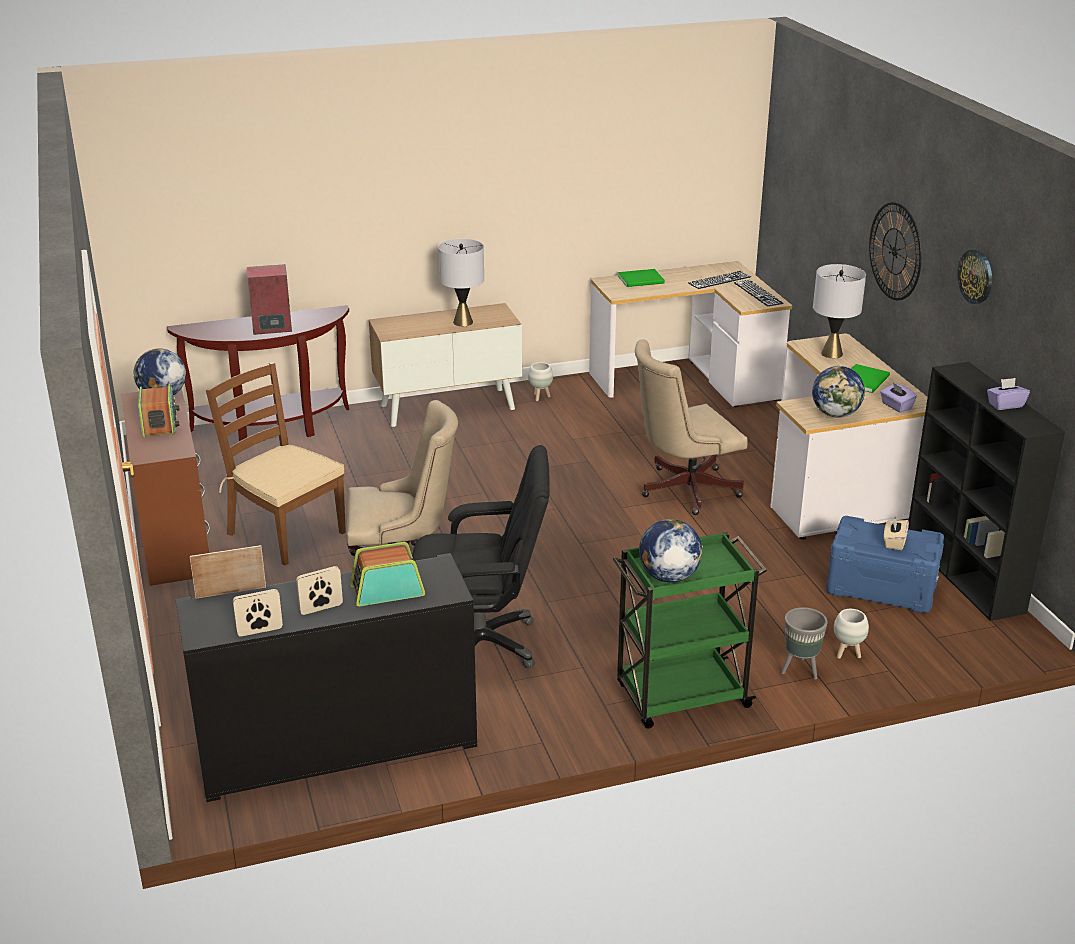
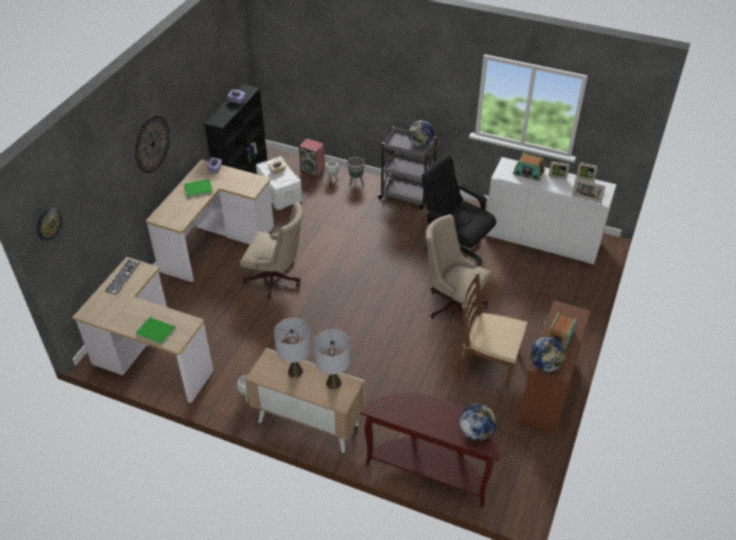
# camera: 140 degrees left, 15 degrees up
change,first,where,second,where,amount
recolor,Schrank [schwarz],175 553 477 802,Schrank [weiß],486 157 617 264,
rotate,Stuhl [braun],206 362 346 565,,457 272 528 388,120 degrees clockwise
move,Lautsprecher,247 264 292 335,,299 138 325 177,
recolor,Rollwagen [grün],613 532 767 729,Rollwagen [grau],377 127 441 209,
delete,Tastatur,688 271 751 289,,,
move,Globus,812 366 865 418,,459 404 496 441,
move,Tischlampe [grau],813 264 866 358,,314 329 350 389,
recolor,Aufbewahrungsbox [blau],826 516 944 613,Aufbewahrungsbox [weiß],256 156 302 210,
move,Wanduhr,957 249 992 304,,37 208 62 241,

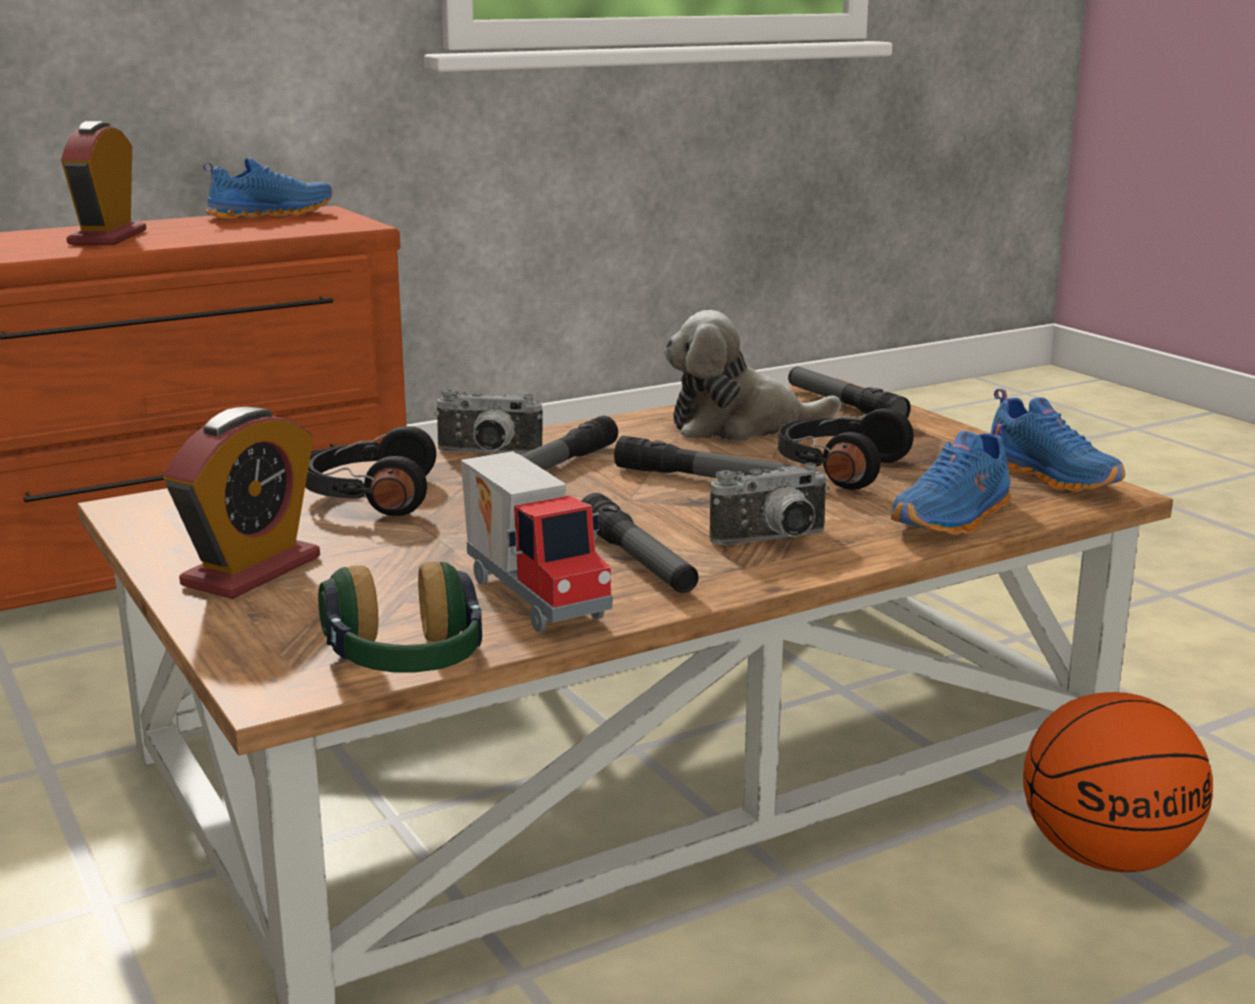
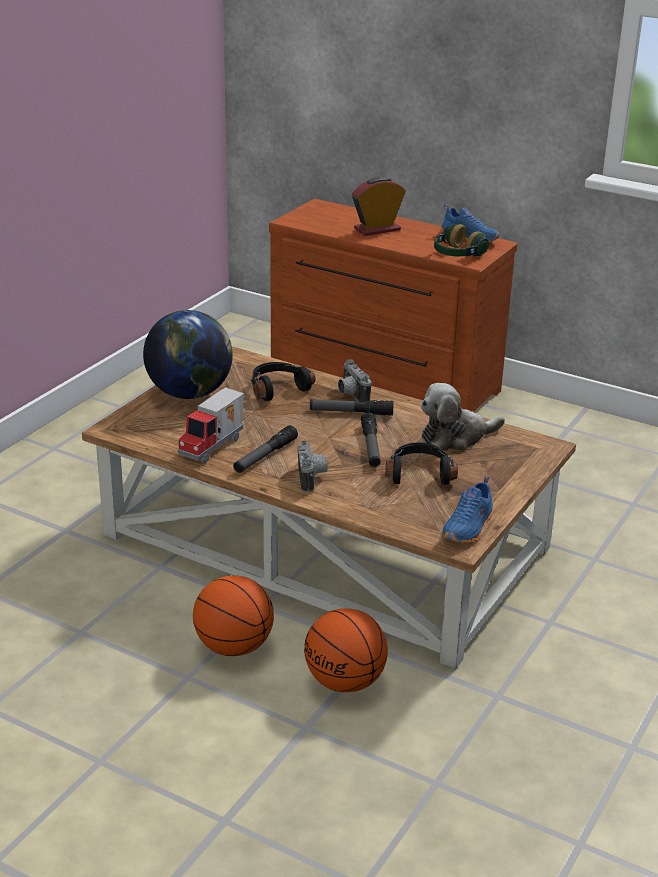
# camera: 60 degrees right, 10 degrees up
change,first,where,second,where,amount
replace,Wecker,163 407 320 599,Globus,143 310 233 399,
move,Kopfhörer,318 562 483 672,,434 224 489 257,
rotate,Plüschtier,664 310 841 441,,420 383 505 451,75 degrees counterclockwise
rotate,Kamera,710 463 830 545,,298 441 328 493,135 degrees counterclockwise
delete,Taschenlampe,788 367 911 418,,,
delete,Schuh [blau],891 423 1011 535,,,
insert,,,Basketball,193 576 274 656,

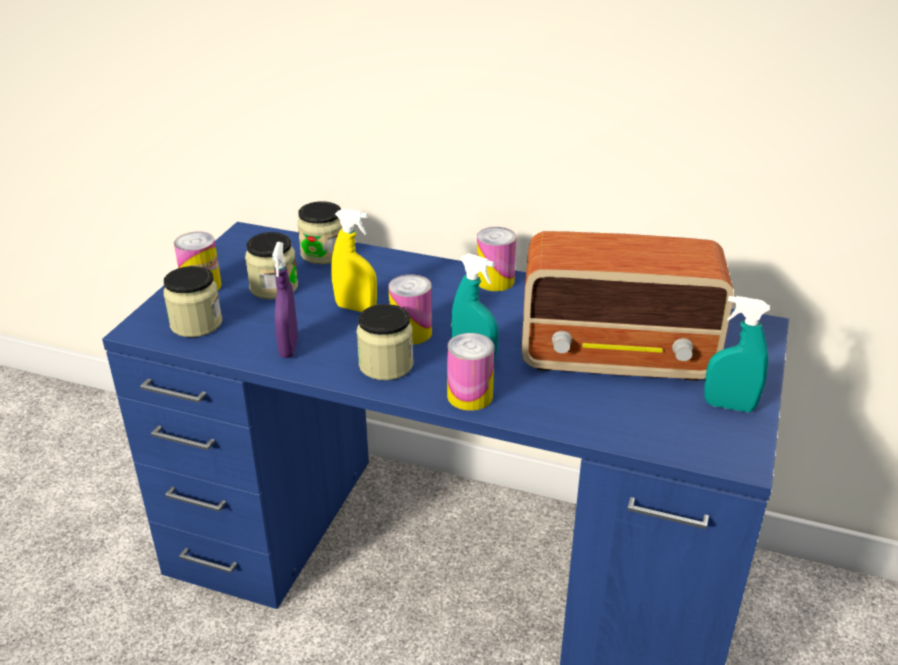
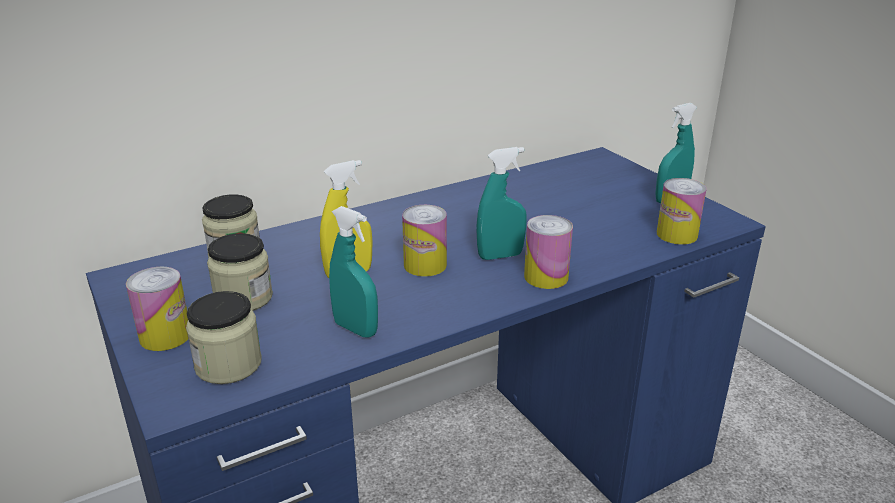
# camera: 50 degrees left, 5 degrees down
change,first,where,second,where,amount
recolor,Sprühflasche [lila],272 242 298 358,Sprühflasche [türkis],329 206 378 338,
delete,Vorratsglas,357 304 413 380,,,
move,Dose,477 227 516 291,,657 178 706 245,
delete,Radio,522 231 733 381,,,

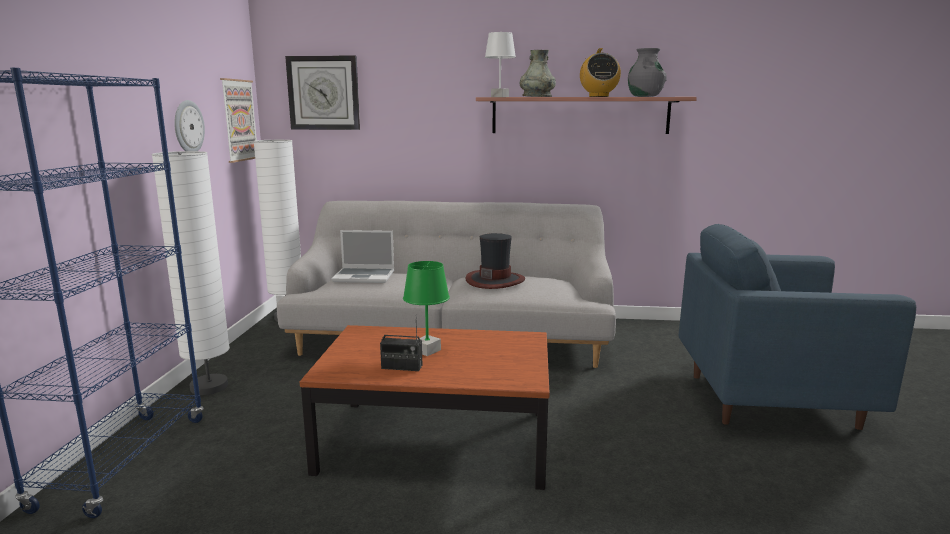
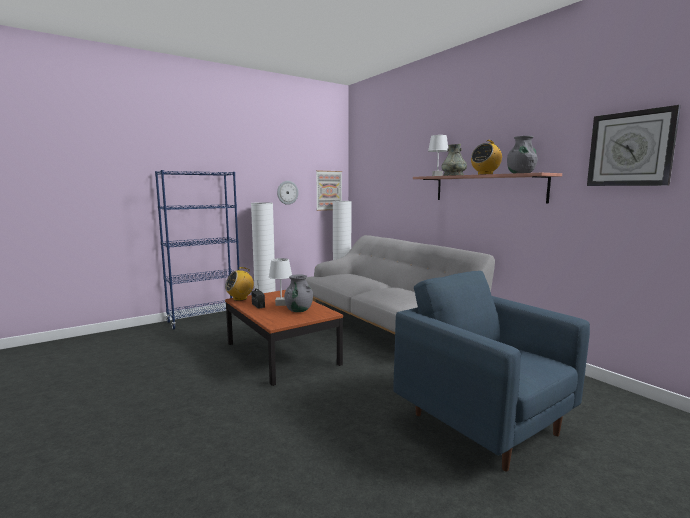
# camera: 50 degrees right, 5 degrees down
change,first,where,second,where,amount
move,Wanduhr,285 55 360 130,,587 105 681 186,
delete,Laptop,331 230 394 283,,,
recolor,Tischlampe [grün],403 261 450 356,Tischlampe [weiß],269 258 292 306,
delete,Hut,465 233 525 289,,,
insert,,,Radio,225 267 254 301,
insert,,,Vase [grau],284 274 313 312,

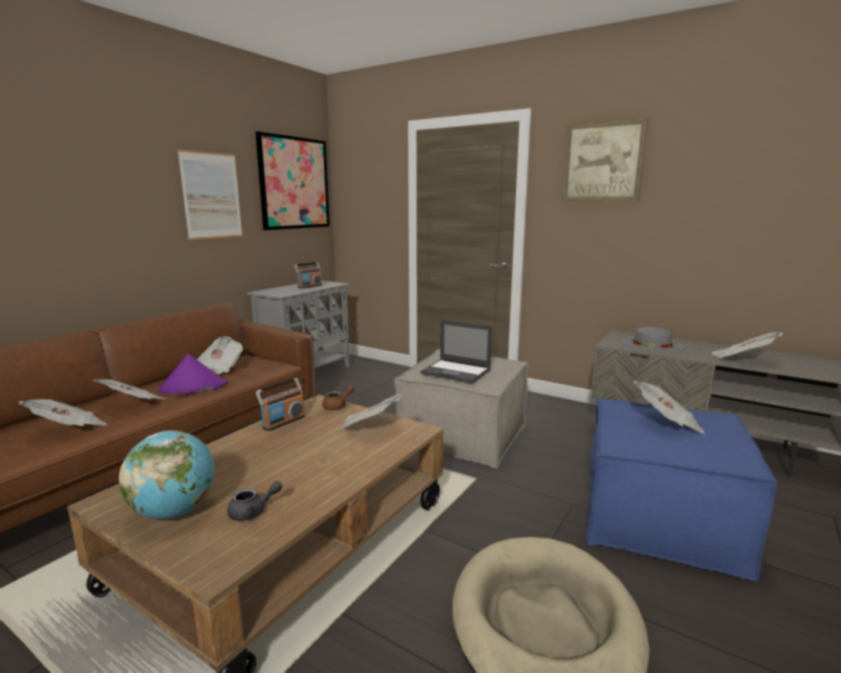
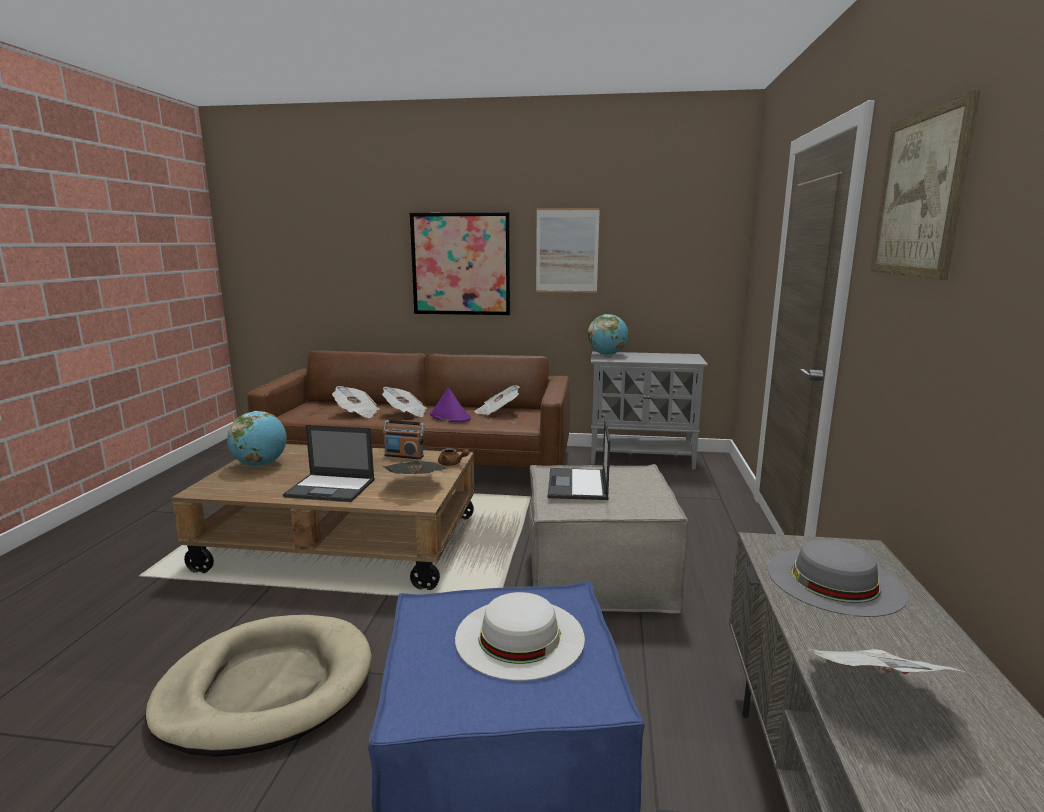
# camera: 65 degrees right, 0 degrees up
change,first,where,second,where,amount
delete,Teekanne [grau],227 481 282 521,,,
move,Bild,255 131 330 230,,410 212 510 315,
delete,Radio,294 262 322 289,,,
replace,Zeitung,634 381 705 434,Hut [weiß],455 592 585 681,
insert,,,Laptop,283 425 375 502,
insert,,,Globus,588 314 628 355,

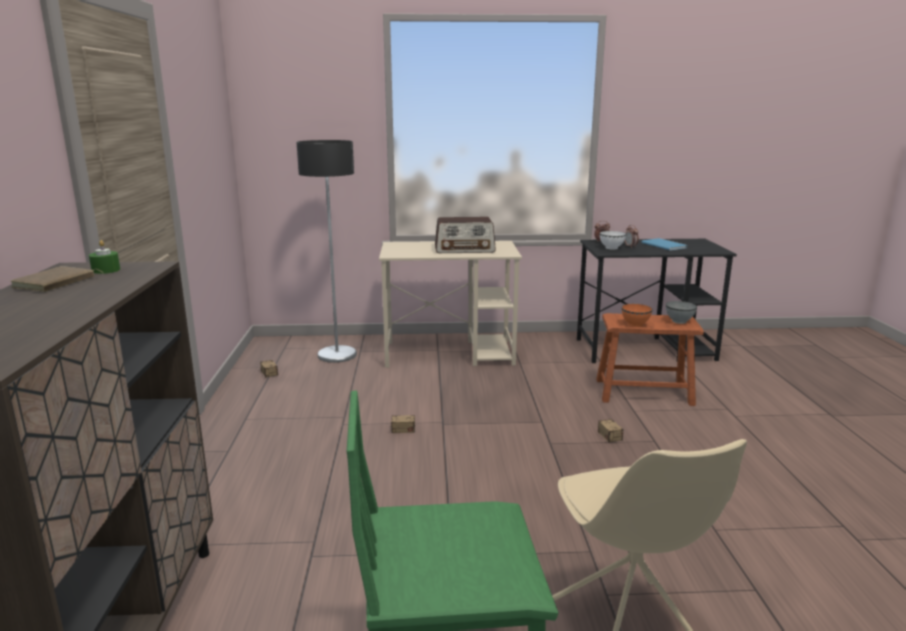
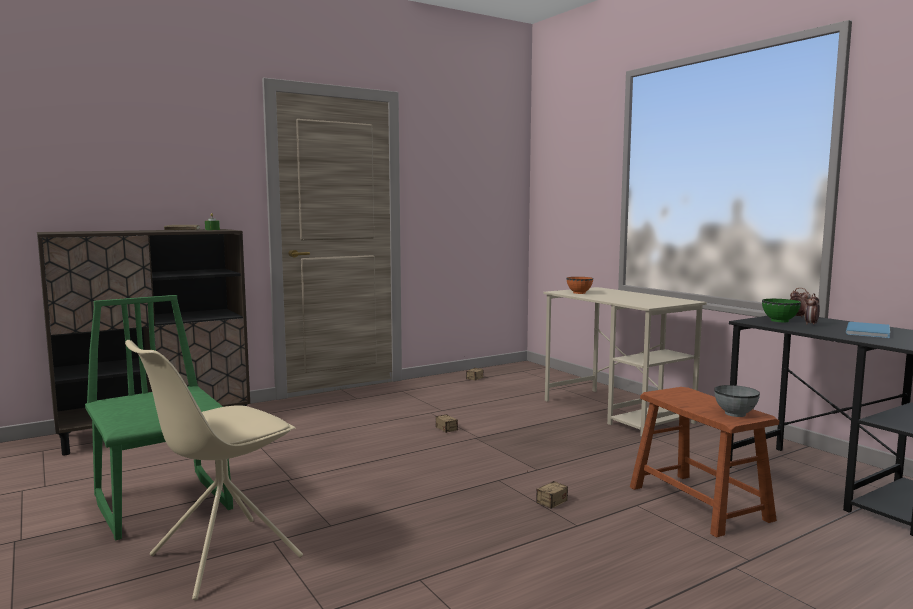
# camera: 60 degrees right, 10 degrees down
change,first,where,second,where,amount
delete,Stehlampe,296 140 357 363,,,
delete,Radio,435 217 496 253,,,
recolor,Schüssel [weiß],600 231 626 250,Schüssel [grün],762 299 801 322,
move,Schüssel [orange],621 304 653 327,,567 277 593 294,

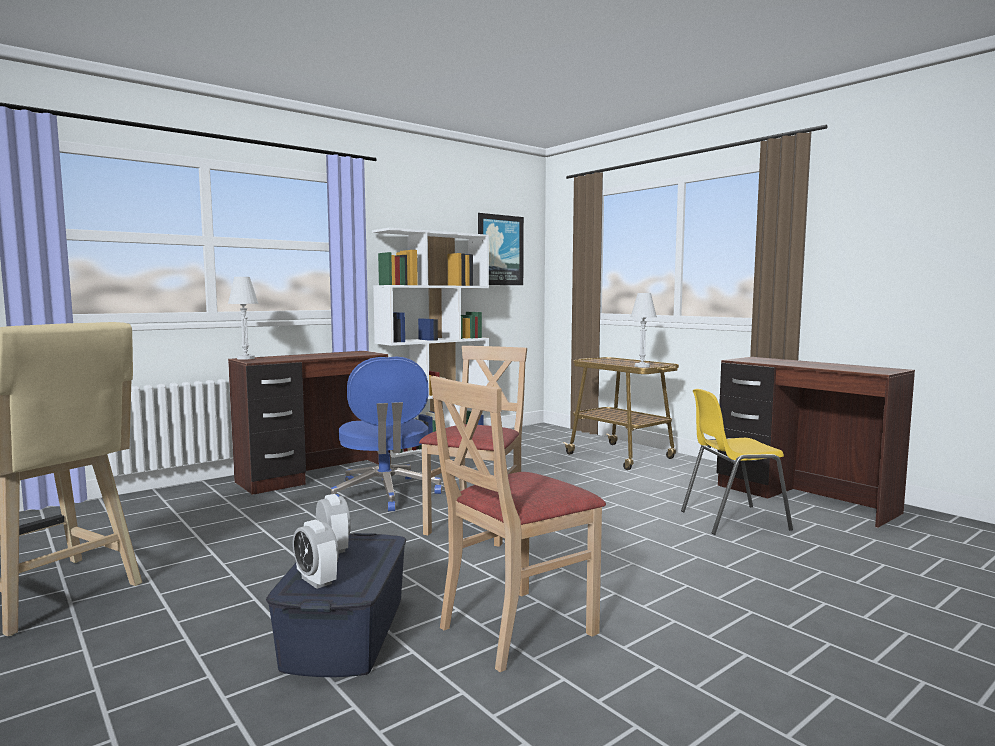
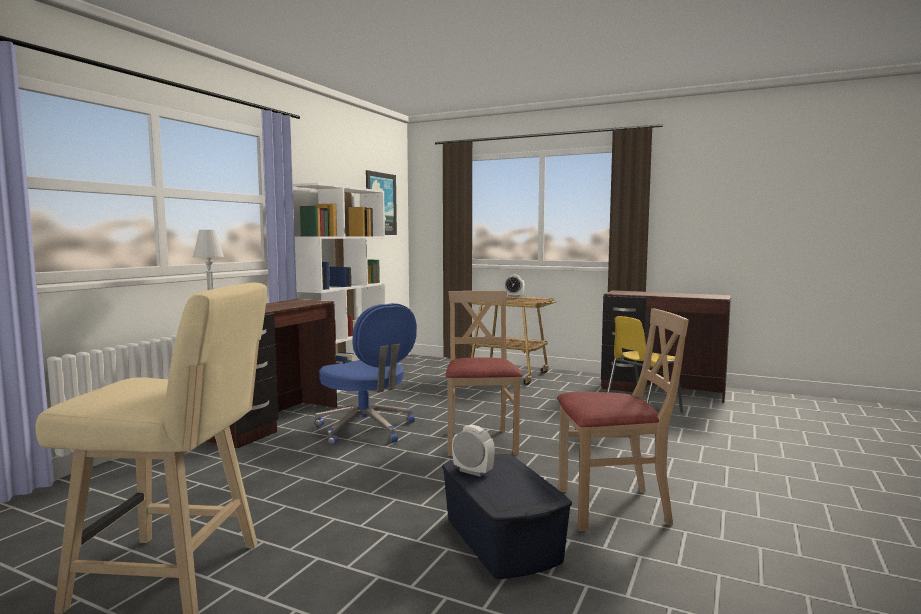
# camera: 25 degrees left, 0 degrees up
change,first,where,second,where,amount
move,Wecker,293 519 339 589,,504 275 525 297,
rotate,Stuhl [beige],430 376 606 672,,557 308 689 531,120 degrees counterclockwise
delete,Tischlampe [weiß],631 293 657 367,,,

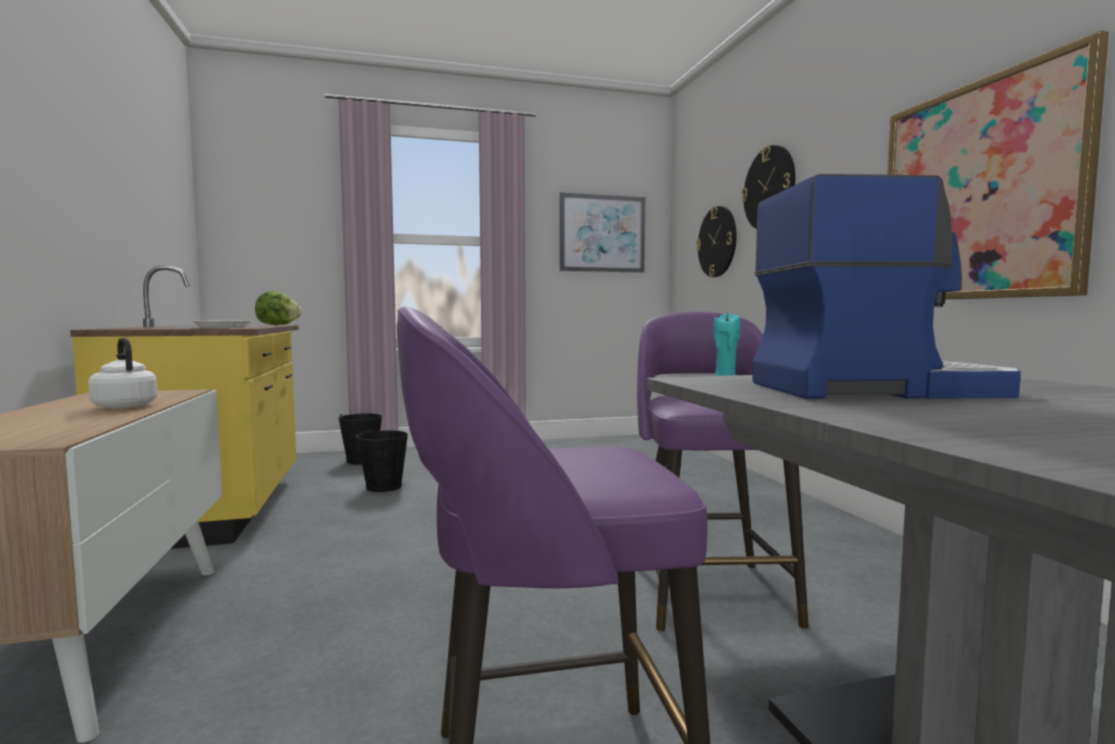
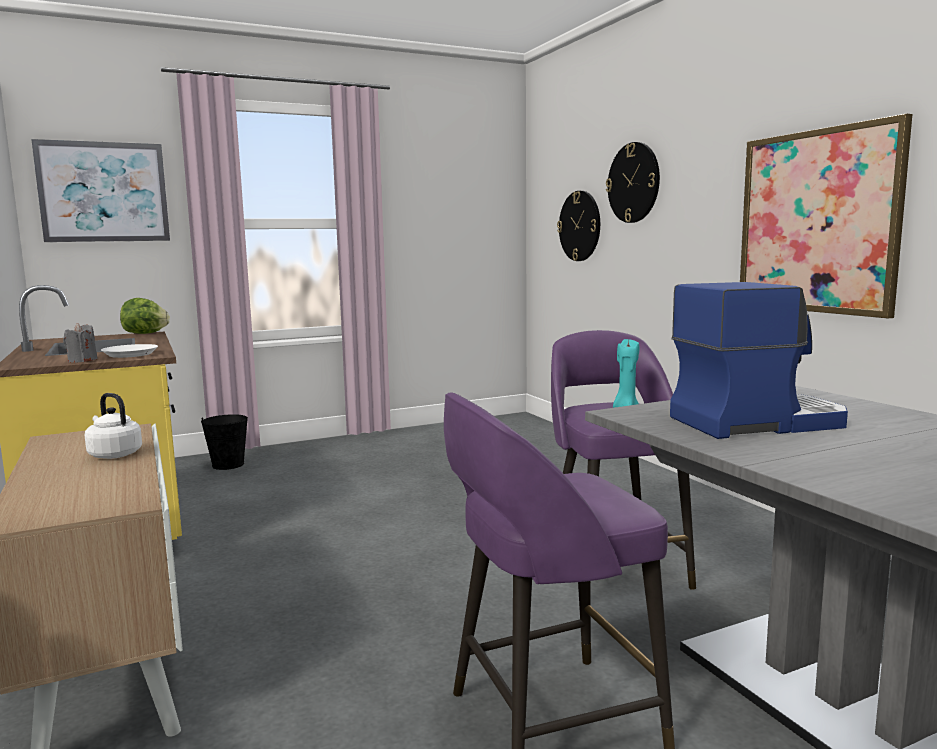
# camera: 10 degrees left, 5 degrees up
change,first,where,second,where,amount
delete,Eimer [schwarz],356 429 408 492,,,
move,Bild,560 193 645 273,,31 139 170 242,
insert,,,Kerze [grau],63 323 97 363,

